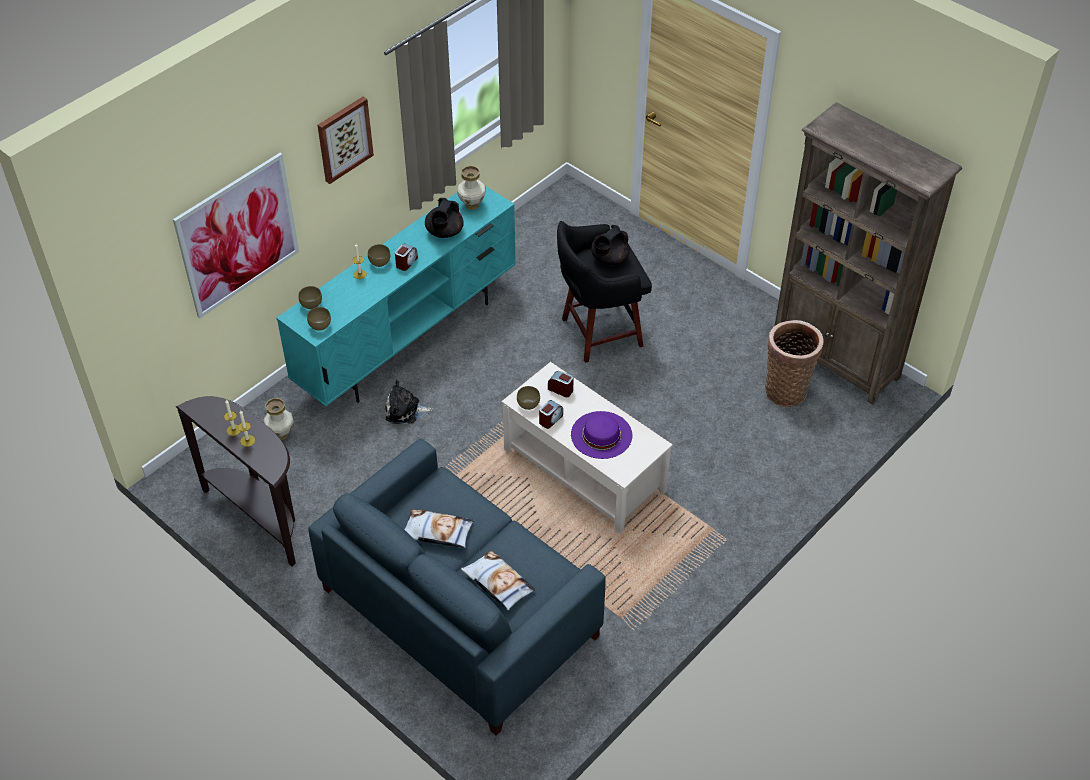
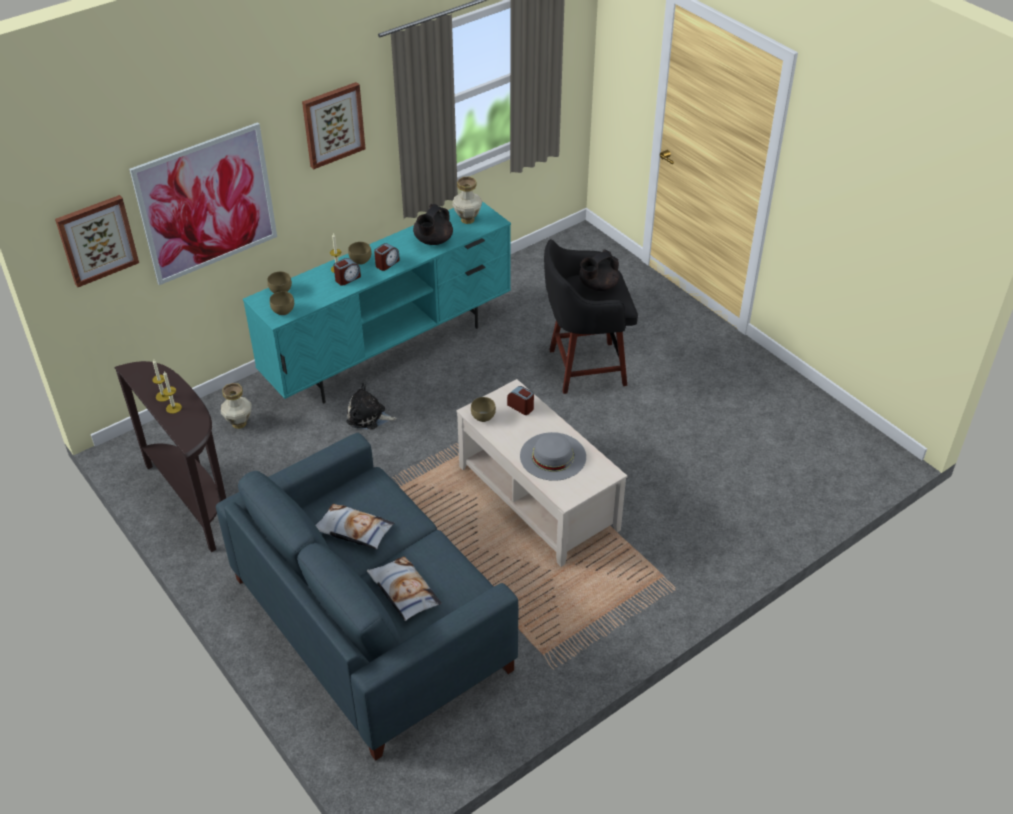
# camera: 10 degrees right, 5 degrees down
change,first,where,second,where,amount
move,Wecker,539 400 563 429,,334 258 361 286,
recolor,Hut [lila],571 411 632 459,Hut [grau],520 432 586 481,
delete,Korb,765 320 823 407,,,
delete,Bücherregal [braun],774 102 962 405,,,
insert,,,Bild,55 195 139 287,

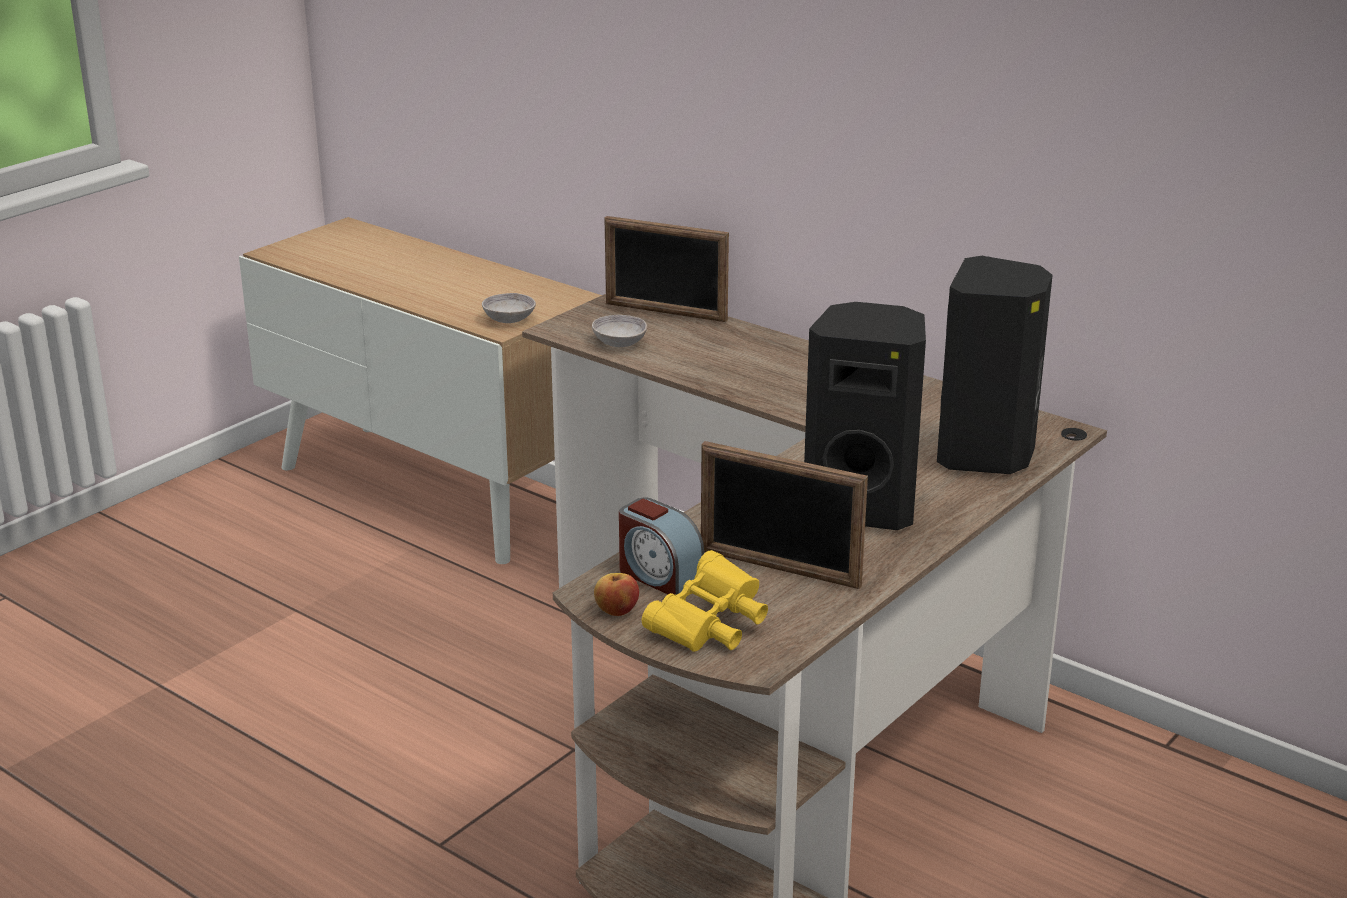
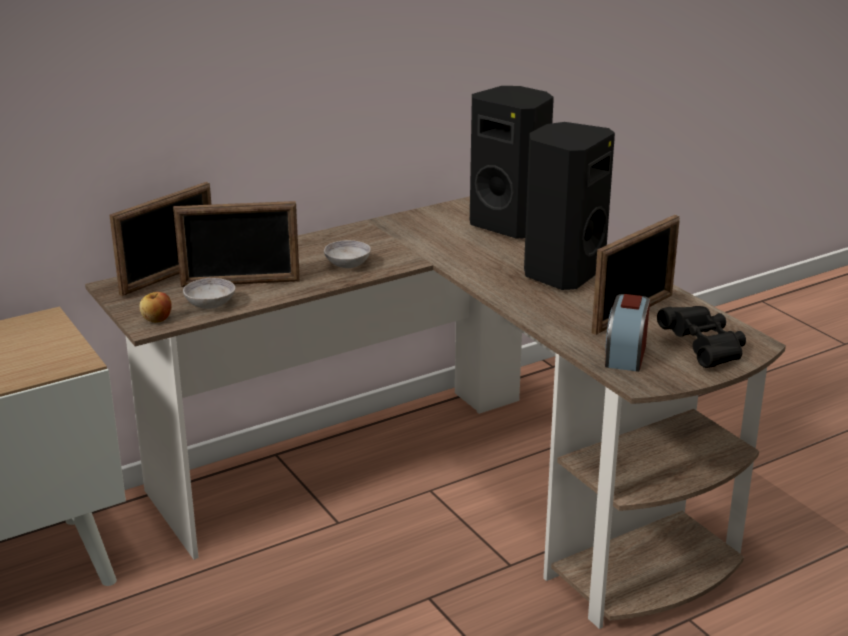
# camera: 70 degrees left, 0 degrees up
change,first,where,second,where,amount
move,Schüssel [grau],482 293 536 323,,324 240 371 268,
move,Apfel,594 573 639 616,,139 292 172 323,
rotate,Wecker,619 497 704 595,,605 294 650 372,135 degrees clockwise
recolor,Fernglas [gelb],642 550 768 652,Fernglas [schwarz],657 306 746 368,
insert,,,Bilderrahmen,173 201 300 287,

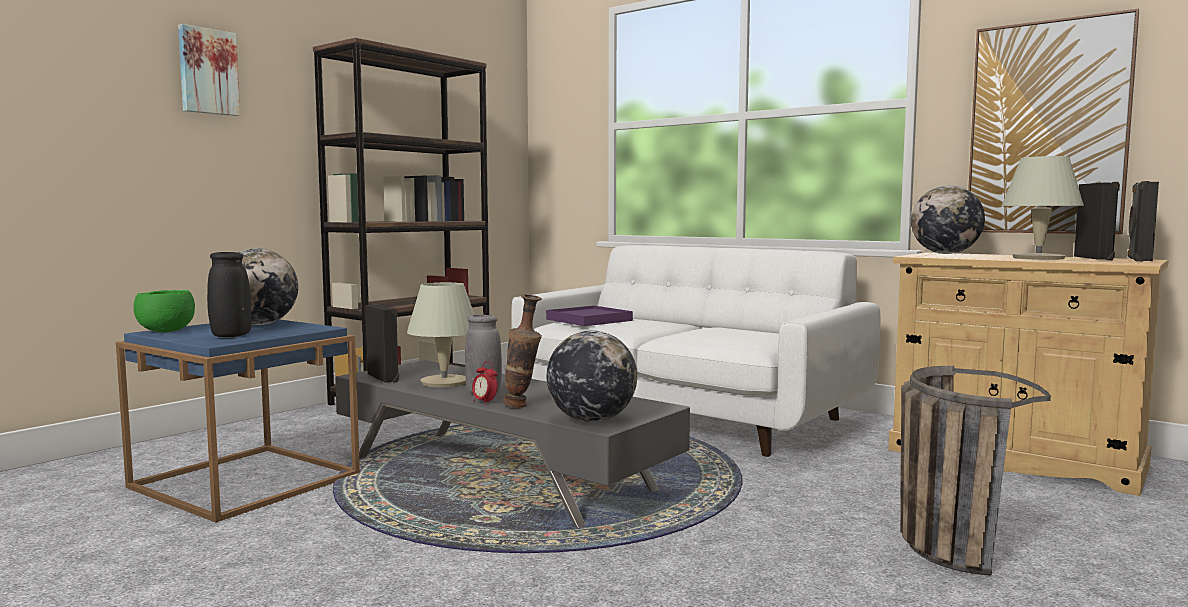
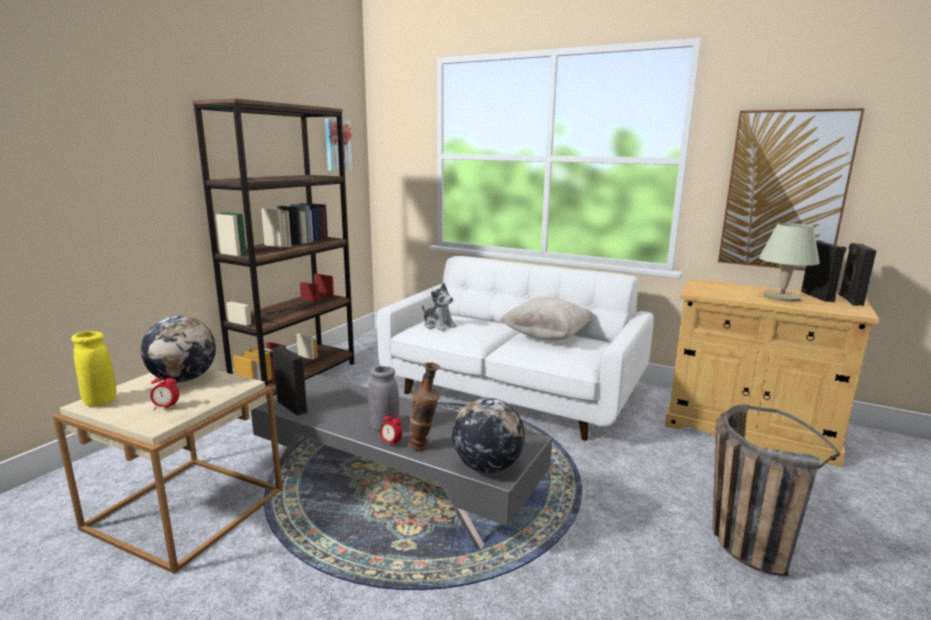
# camera: 10 degrees left, 10 degrees up
change,first,where,second,where,amount
recolor,Beistelltisch [blau],116 320 360 522,Beistelltisch [beige],53 368 282 574,
replace,Schüssel [grün],134 290 195 332,Vase [gelb],71 331 117 407,
move,Bild,178 24 240 116,,325 119 353 171,
replace,Vase [schwarz],207 252 252 337,Wecker,150 372 179 410,
delete,Tischlampe [beige],407 282 474 387,,,
replace,Tablett [lila],546 306 633 326,Plüschtier,422 283 456 331,
delete,Globus,911 186 985 254,,,
insert,,,Kissen [beige],500 297 594 341,

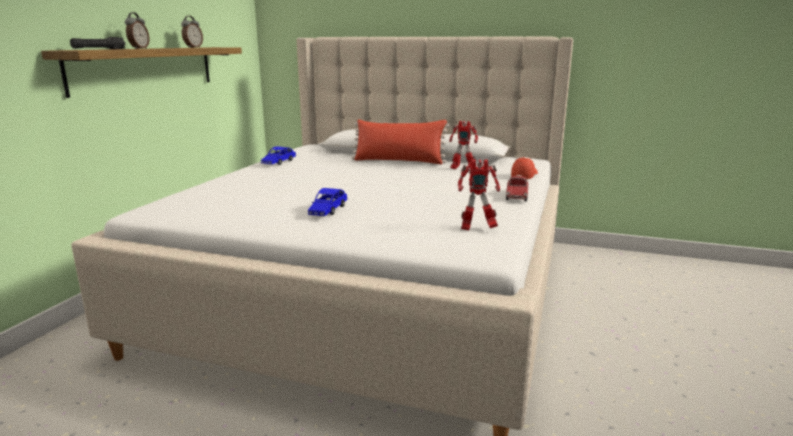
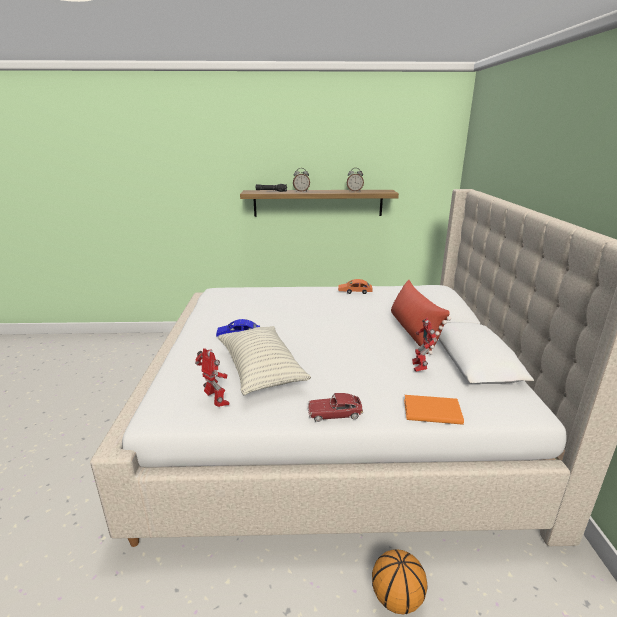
# camera: 70 degrees right, 5 degrees up
change,first,where,second,where,amount
recolor,Spielzeugauto [blau],261 146 296 165,Spielzeugauto [orange],338 279 372 294,
rotate,Spielzeugroboter,458 160 500 230,,195 348 230 407,150 degrees clockwise
replace,Kappe,511 157 538 179,Buch [orange],404 395 464 425,
insert,,,Kissen,218 326 311 396,
insert,,,Basketball,372 549 427 615,

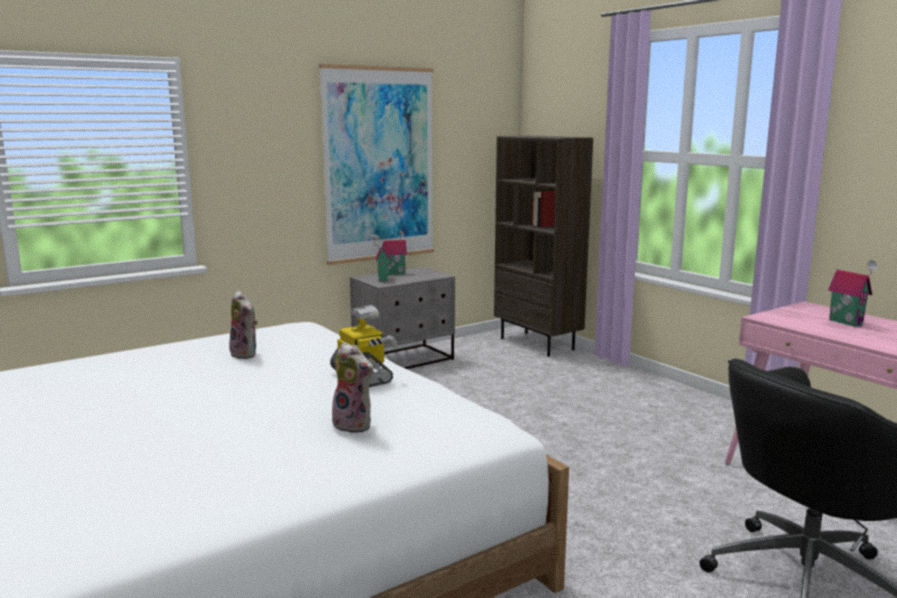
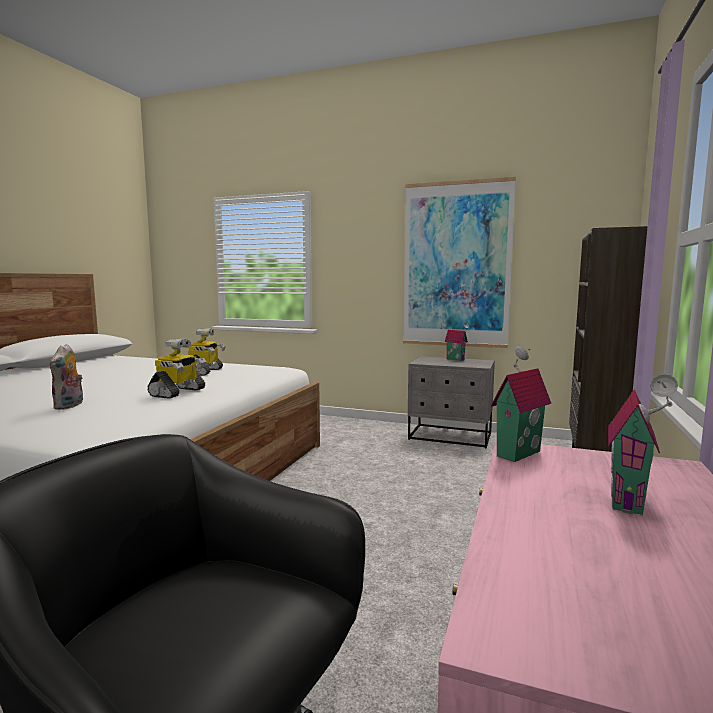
# camera: 55 degrees right, 5 degrees down
change,first,where,second,where,amount
replace,Plüschtier,229 290 258 359,Spielzeugroboter,188 328 226 376,
move,Spielzeughaus,373 235 390 282,,491 346 551 462,

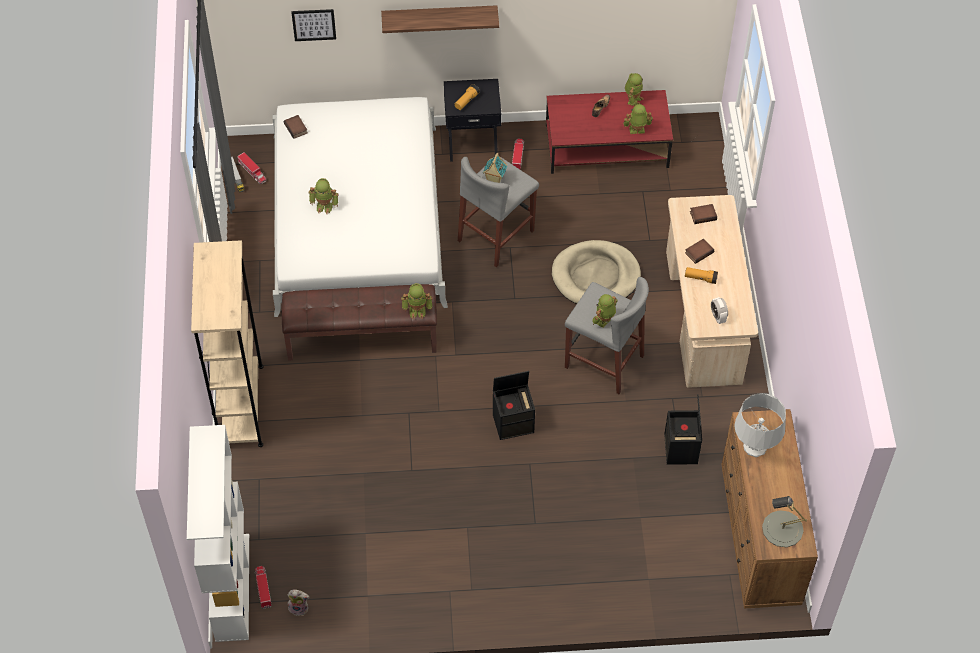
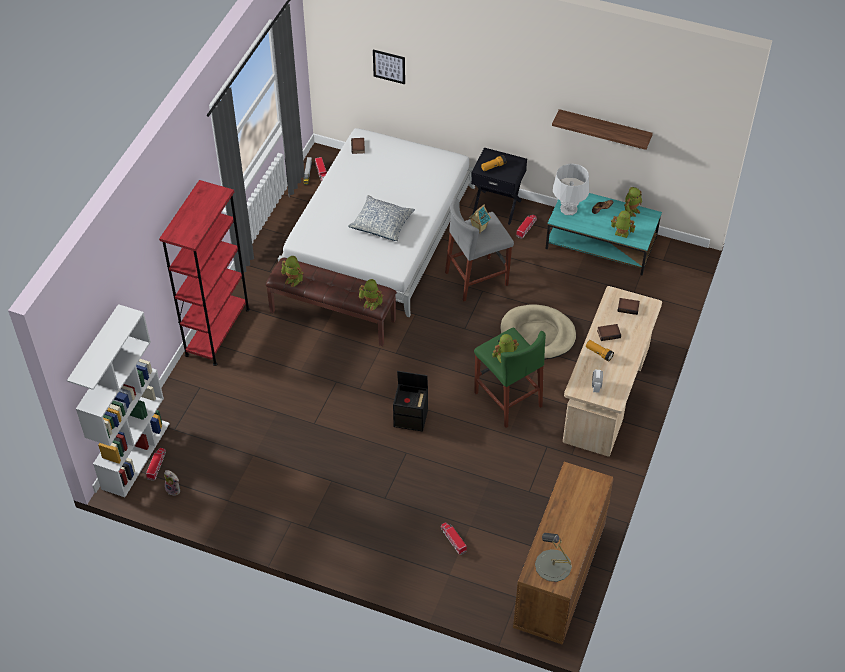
# camera: 25 degrees right, 5 degrees down
change,first,where,second,where,amount
recolor,Bücherregal [beige],191 240 264 447,Bücherregal [rot],159 180 250 366,
move,Spielzeugroboter,309 178 339 214,,281 256 304 287,
move,Wandregal,381 5 499 33,,552 109 653 150,
recolor,Couchtisch [rot],546 90 673 174,Couchtisch [türkis],545 193 662 275,
recolor,Hocker [grau],565 277 649 394,Hocker [grün],474 328 546 428,
delete,Aufbewahrungsbox [schwarz],664 394 702 465,,,
move,Tischlampe [grau],734 393 786 457,,553 163 589 215,
insert,,,Kissen,348 195 415 241,
insert,,,Spielzeuglaster,440 523 467 555,

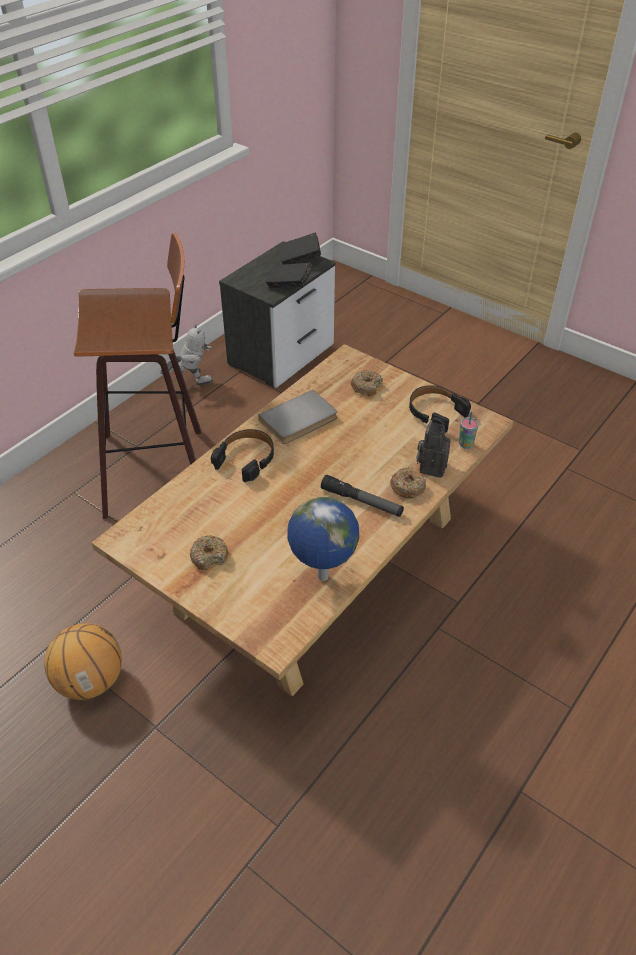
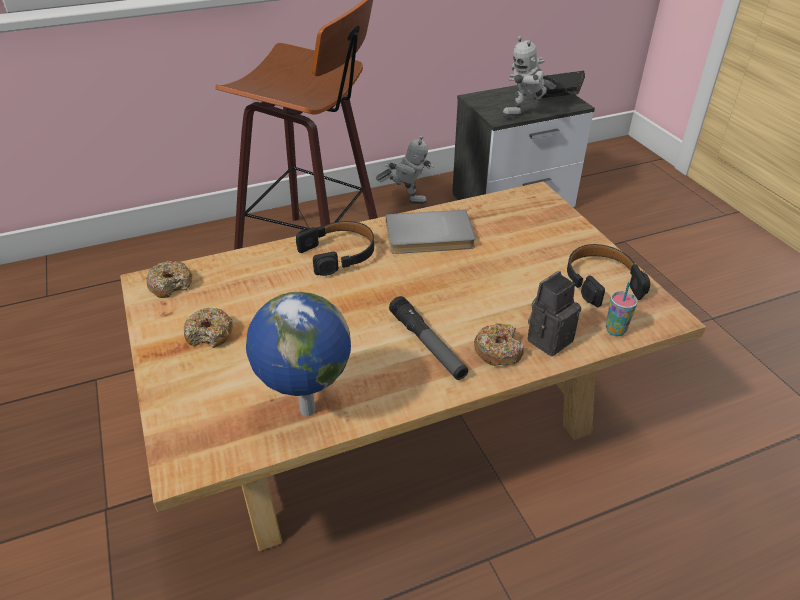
# camera: 30 degrees right, 5 degrees down
change,first,where,second,where,amount
delete,Basketball,44 623 122 700,,,
replace,Buch [schwarz],265 263 313 288,Spielzeugroboter,502 36 558 117,
move,Donut,351 370 383 396,,146 261 193 298,

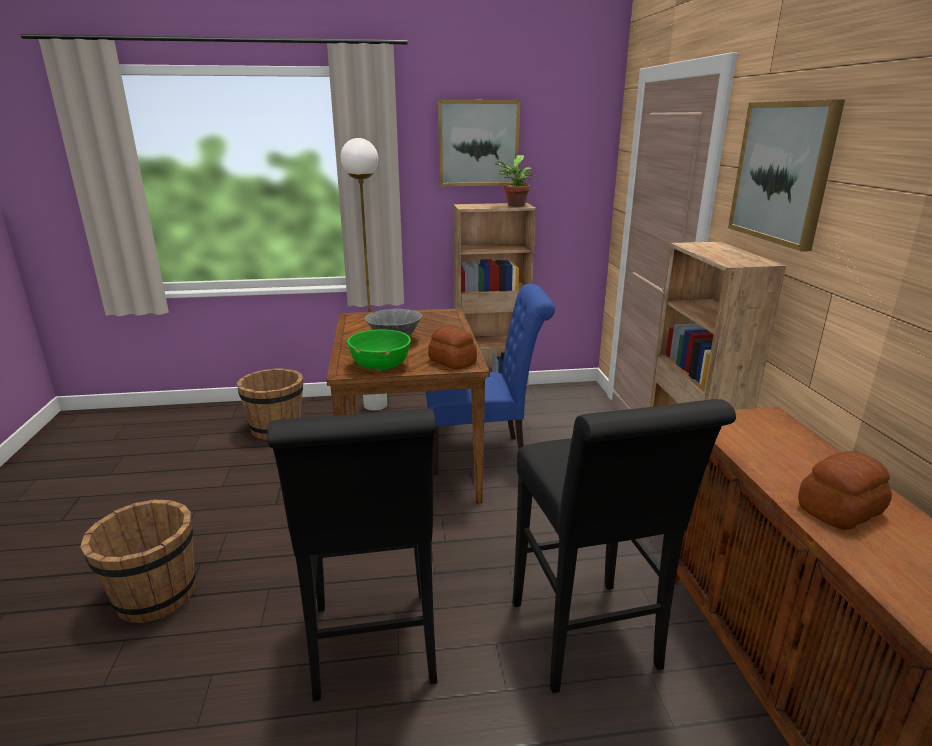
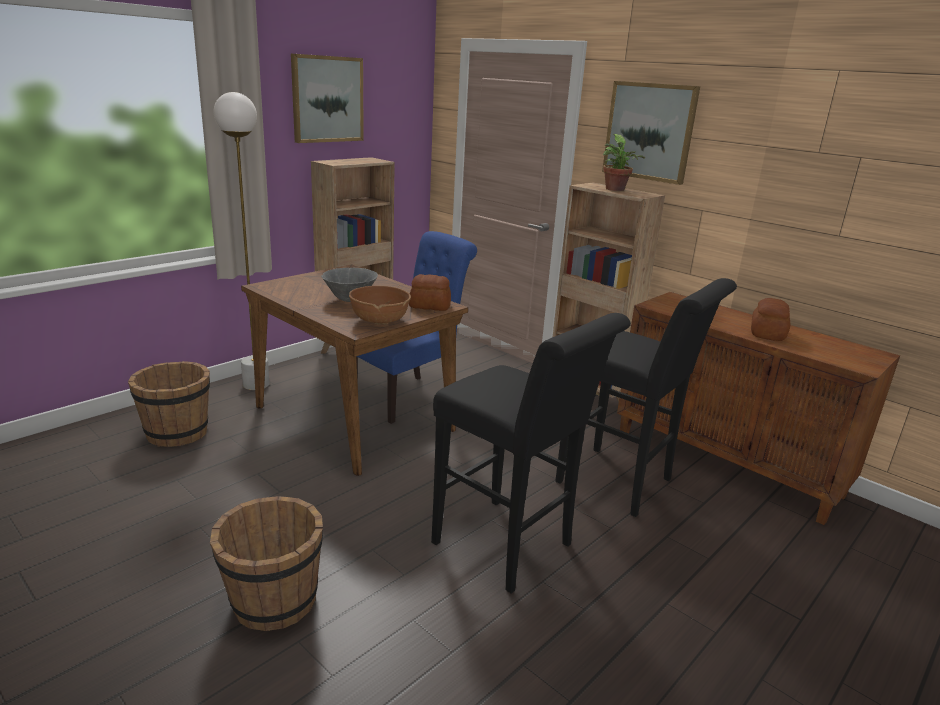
# camera: 40 degrees left, 0 degrees up
change,first,where,second,where,amount
recolor,Schüssel [grün],347 329 411 371,Schüssel [braun],349 286 411 325,
move,Topfpflanze,495 155 535 207,,603 134 645 191,

